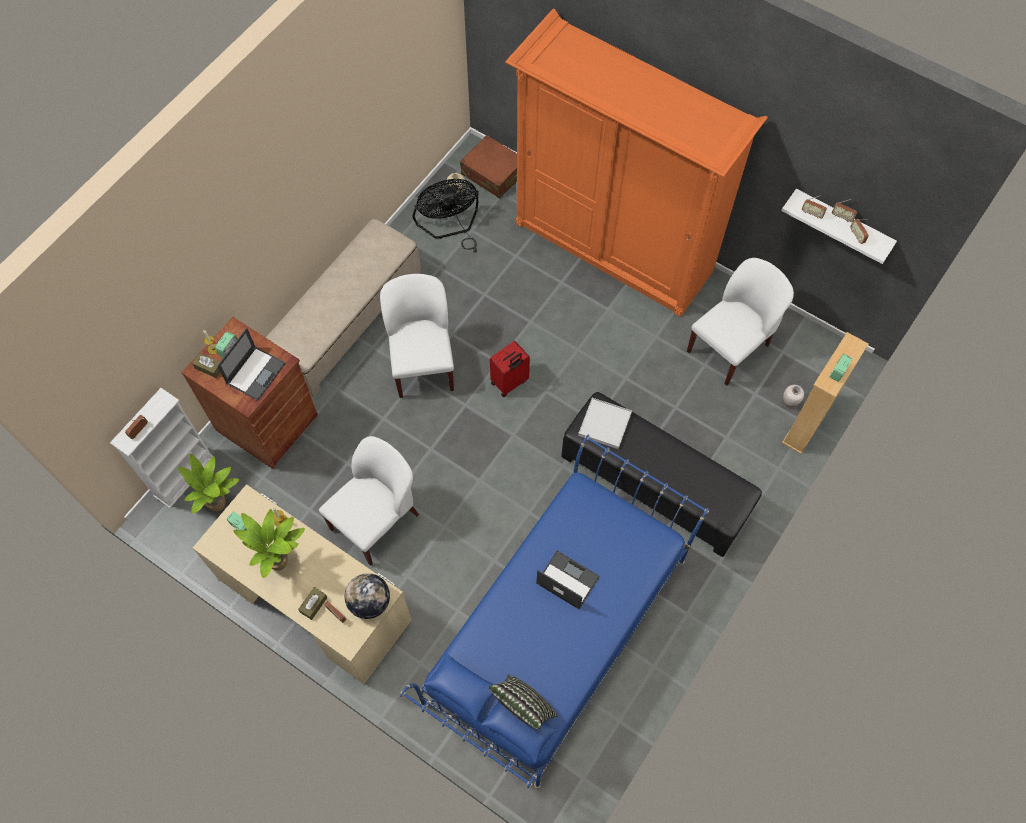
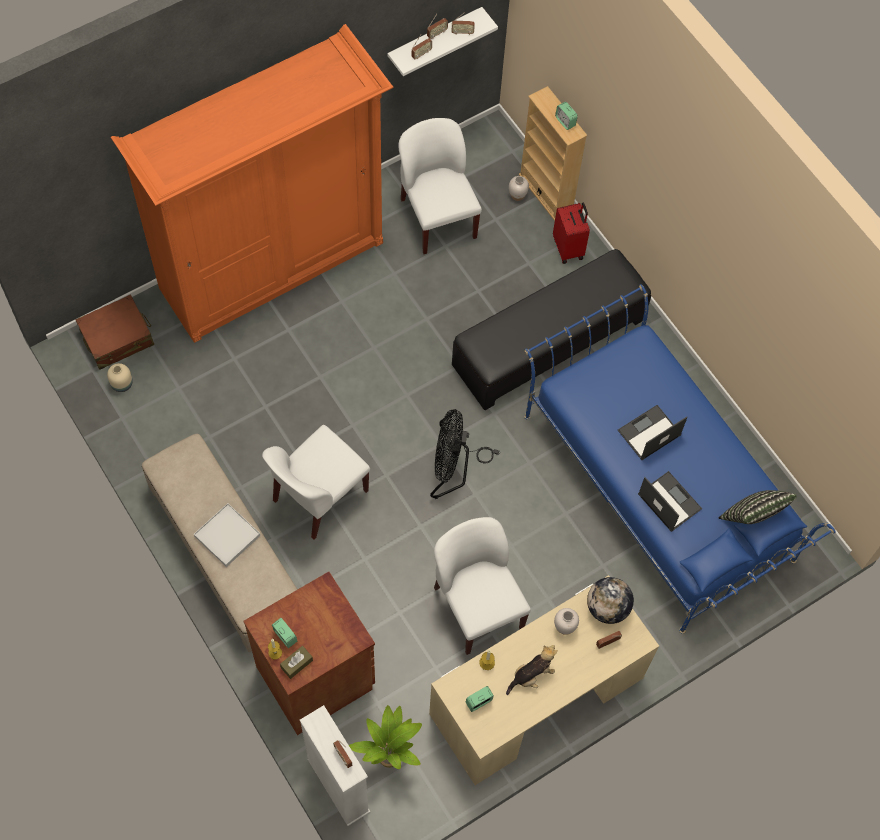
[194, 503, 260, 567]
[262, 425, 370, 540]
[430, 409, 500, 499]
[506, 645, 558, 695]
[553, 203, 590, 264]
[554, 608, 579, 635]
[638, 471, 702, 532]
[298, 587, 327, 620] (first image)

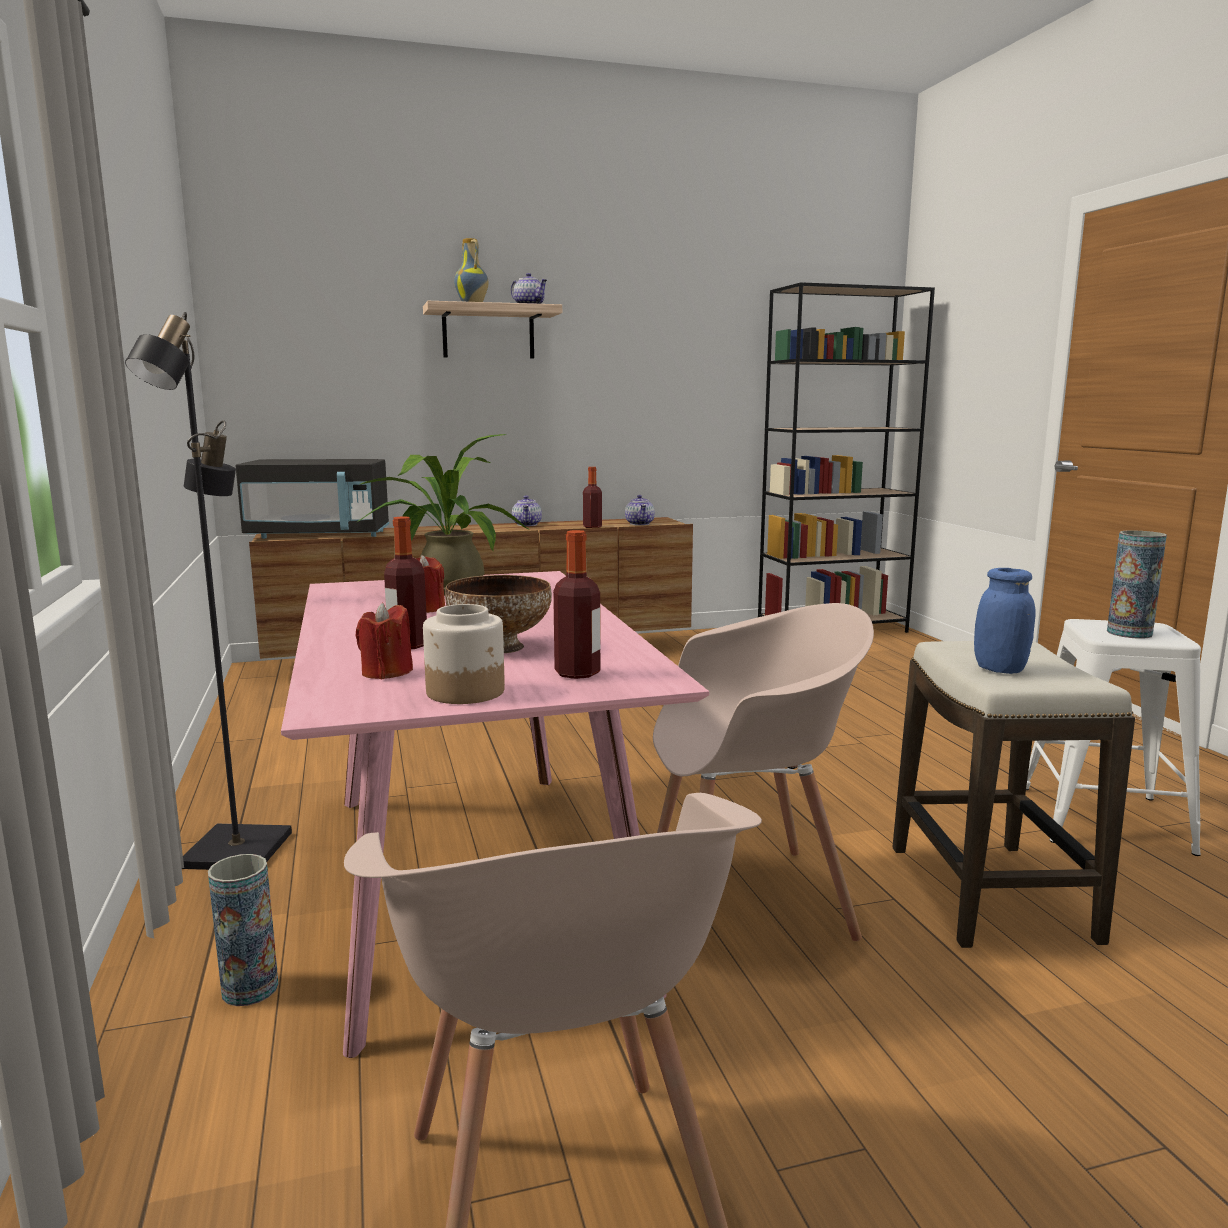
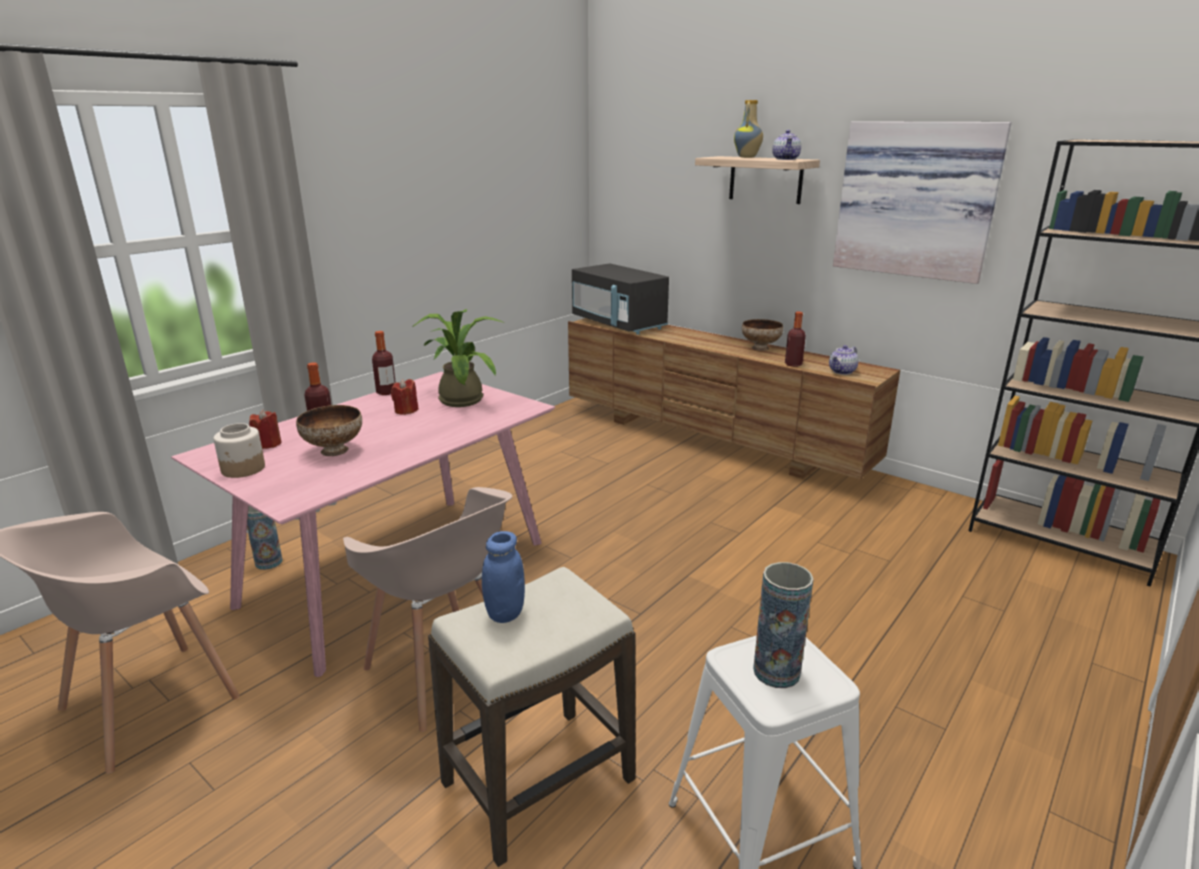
[372, 331, 396, 395]
[742, 319, 783, 351]
[833, 121, 1012, 284]
[125, 312, 292, 870] (first image)

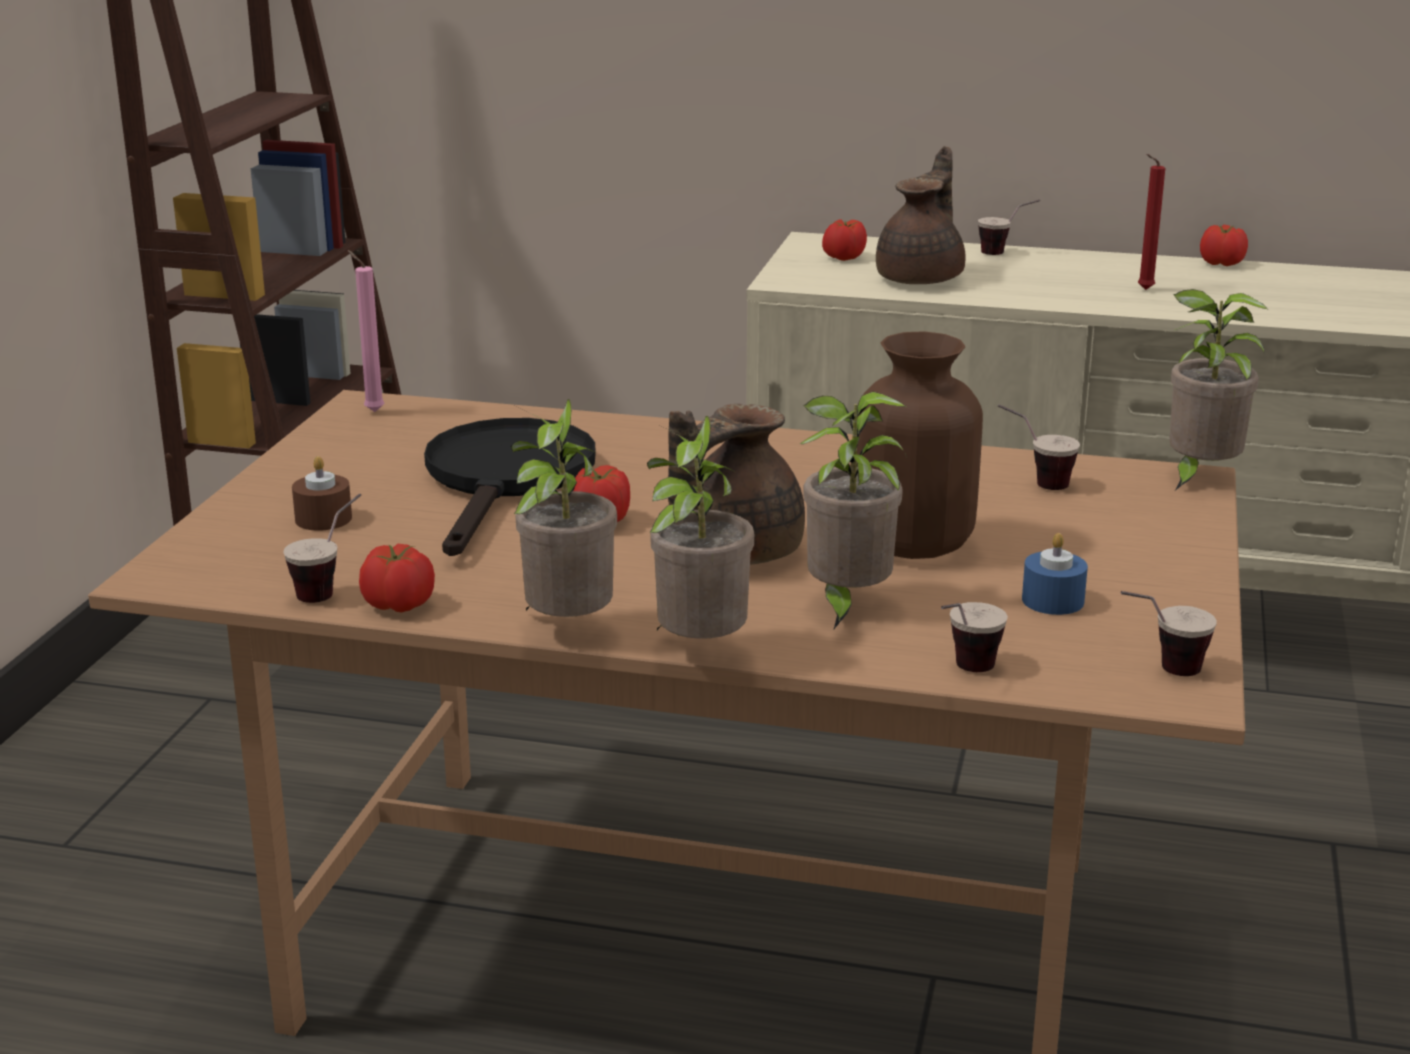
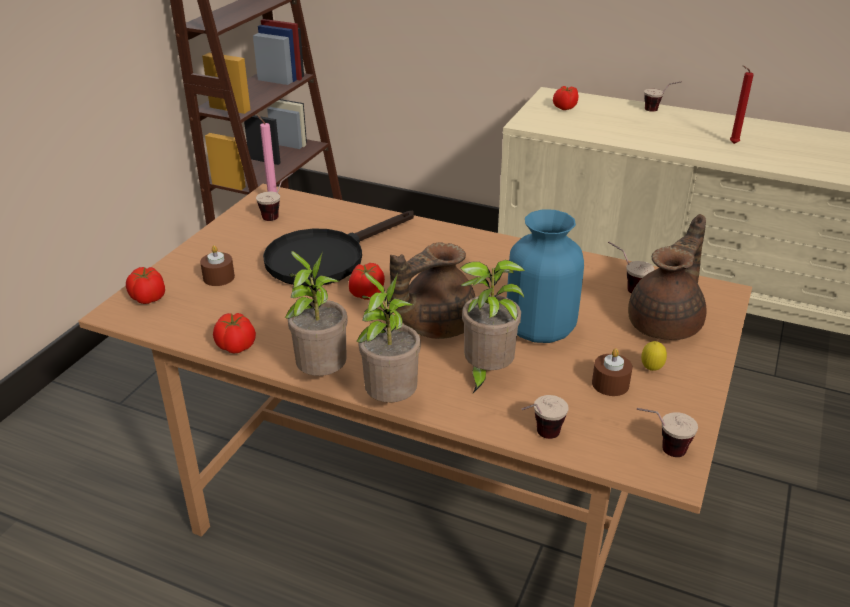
[126, 267, 165, 304]
[256, 172, 293, 221]
[263, 211, 414, 286]
[507, 209, 584, 343]
[592, 348, 633, 396]
[628, 214, 706, 340]
[641, 341, 667, 371]
[1169, 289, 1268, 491] (first image)

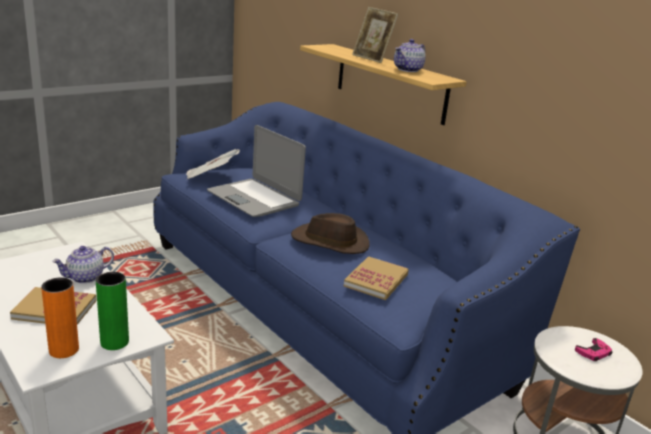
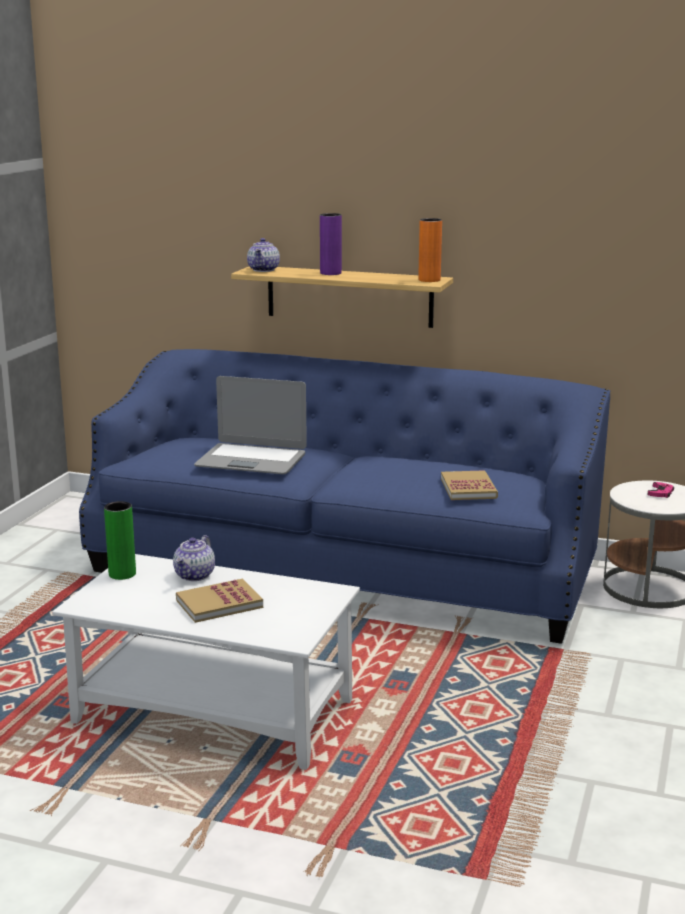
[104, 501, 136, 580]
[247, 238, 280, 272]
[320, 213, 342, 275]
[418, 218, 442, 282]
[186, 149, 240, 180] (first image)
[291, 213, 370, 254] (first image)

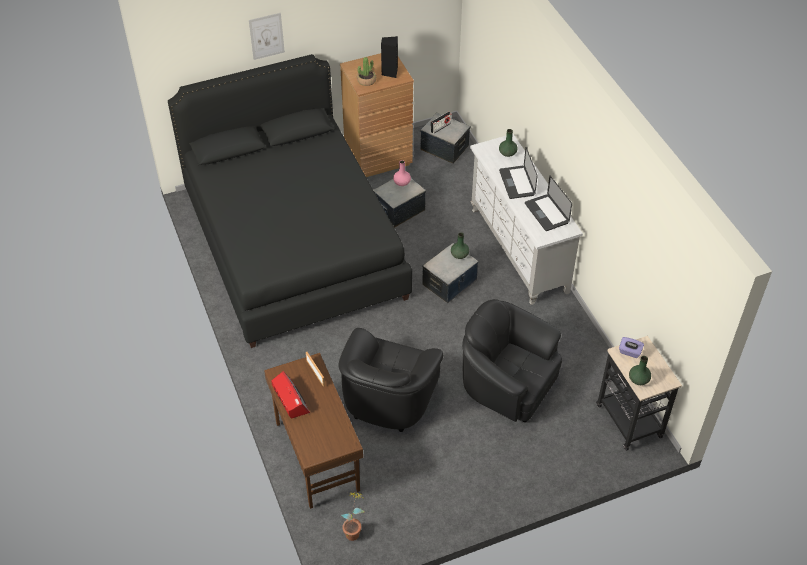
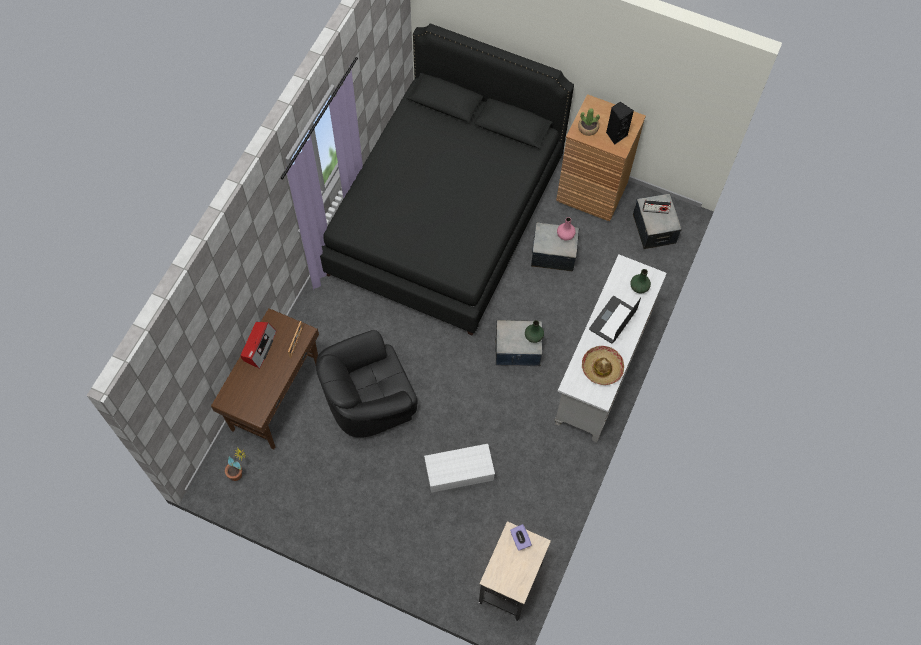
[424, 444, 495, 493]
[582, 346, 624, 385]
[249, 13, 285, 60] (first image)
[629, 356, 651, 385] (first image)

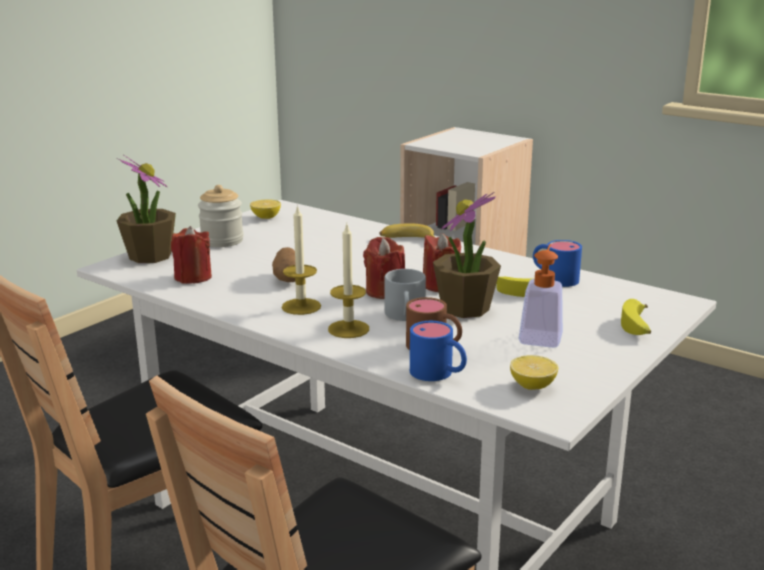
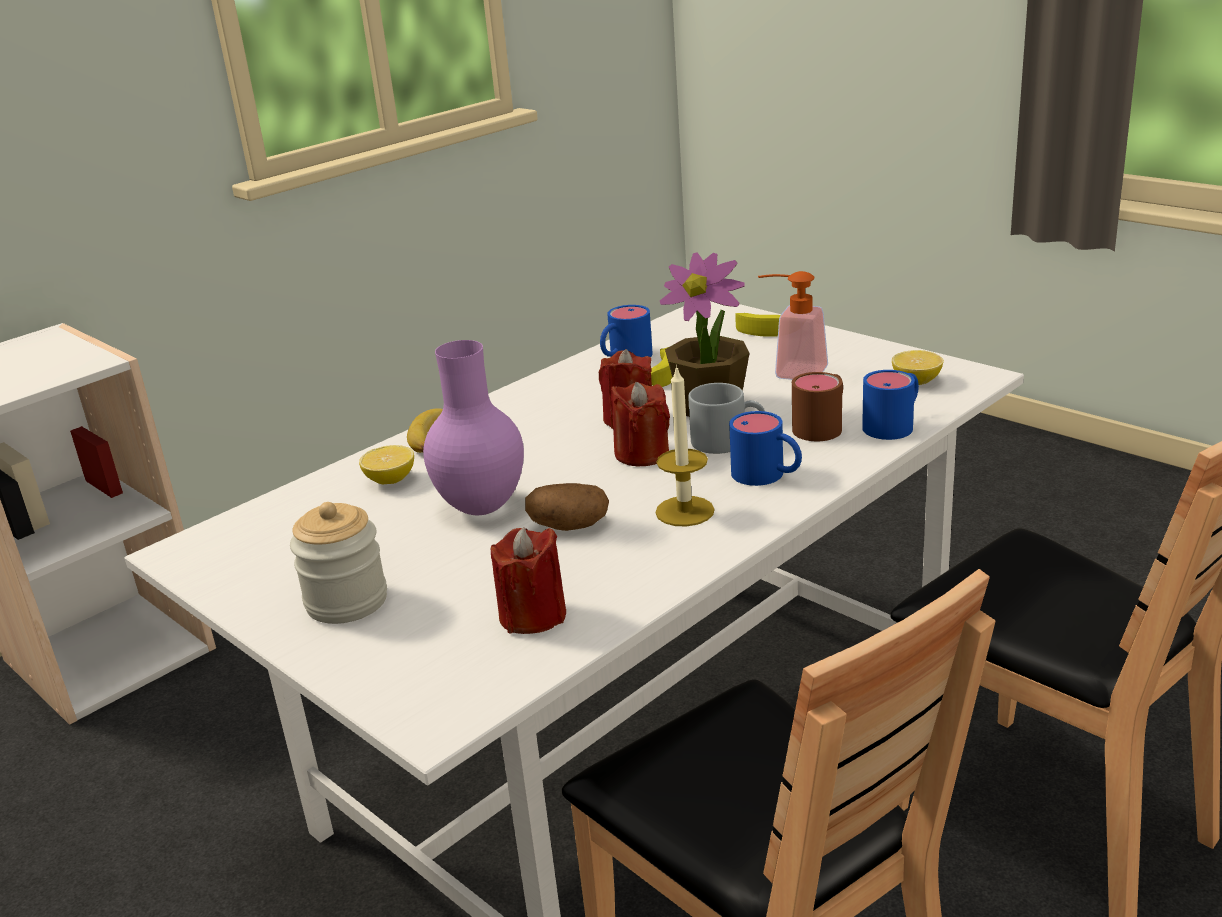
[359, 445, 414, 484]
[423, 340, 524, 515]
[729, 411, 802, 486]
[116, 155, 176, 263] (first image)

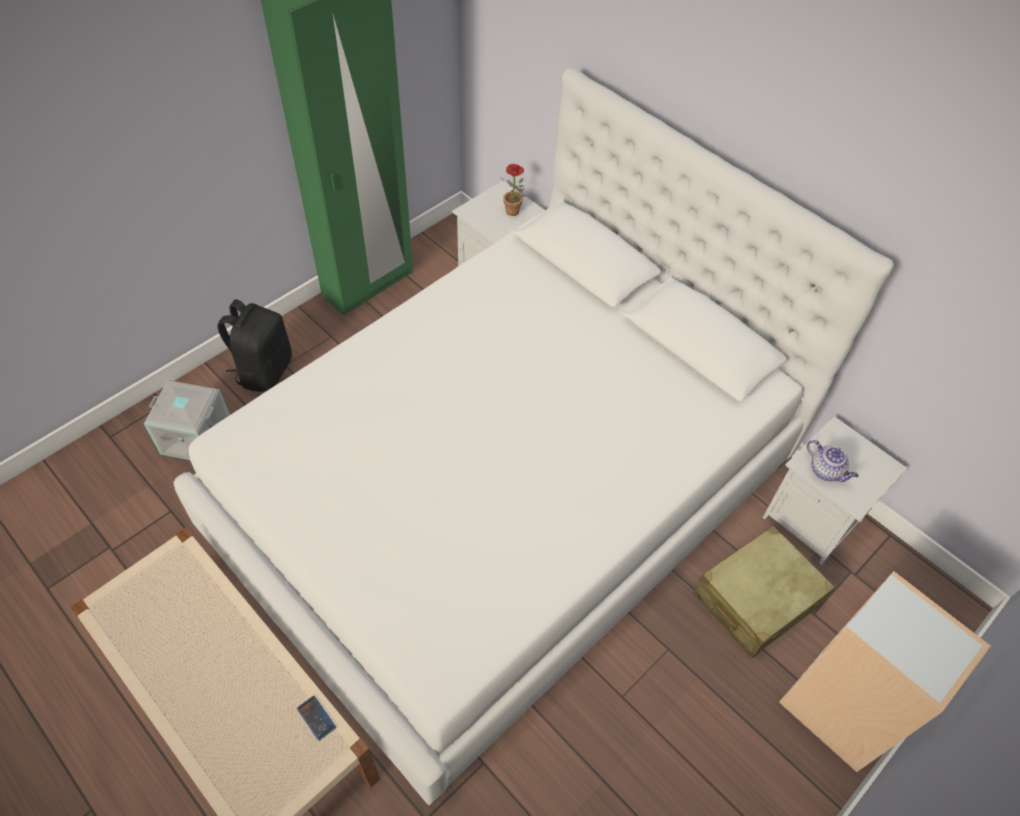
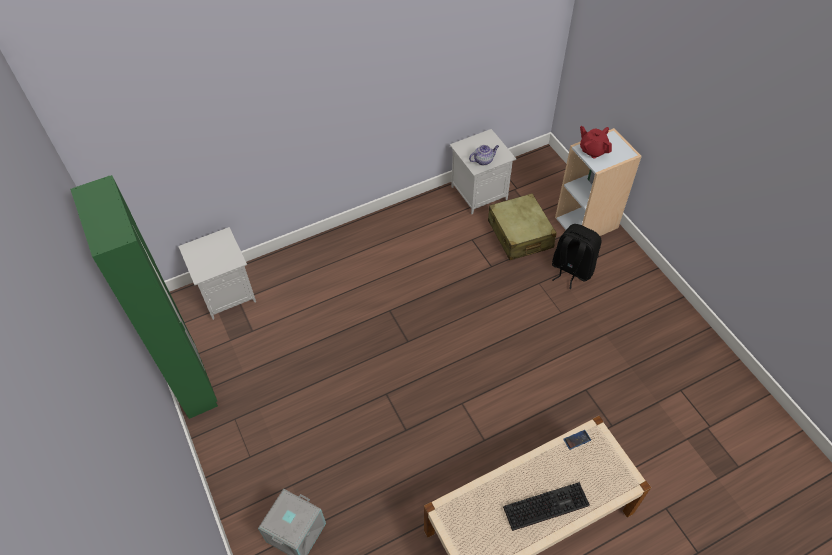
[503, 482, 590, 531]
[552, 224, 602, 289]
[580, 126, 612, 159]
[173, 68, 894, 805] (first image)
[501, 164, 525, 216] (first image)

